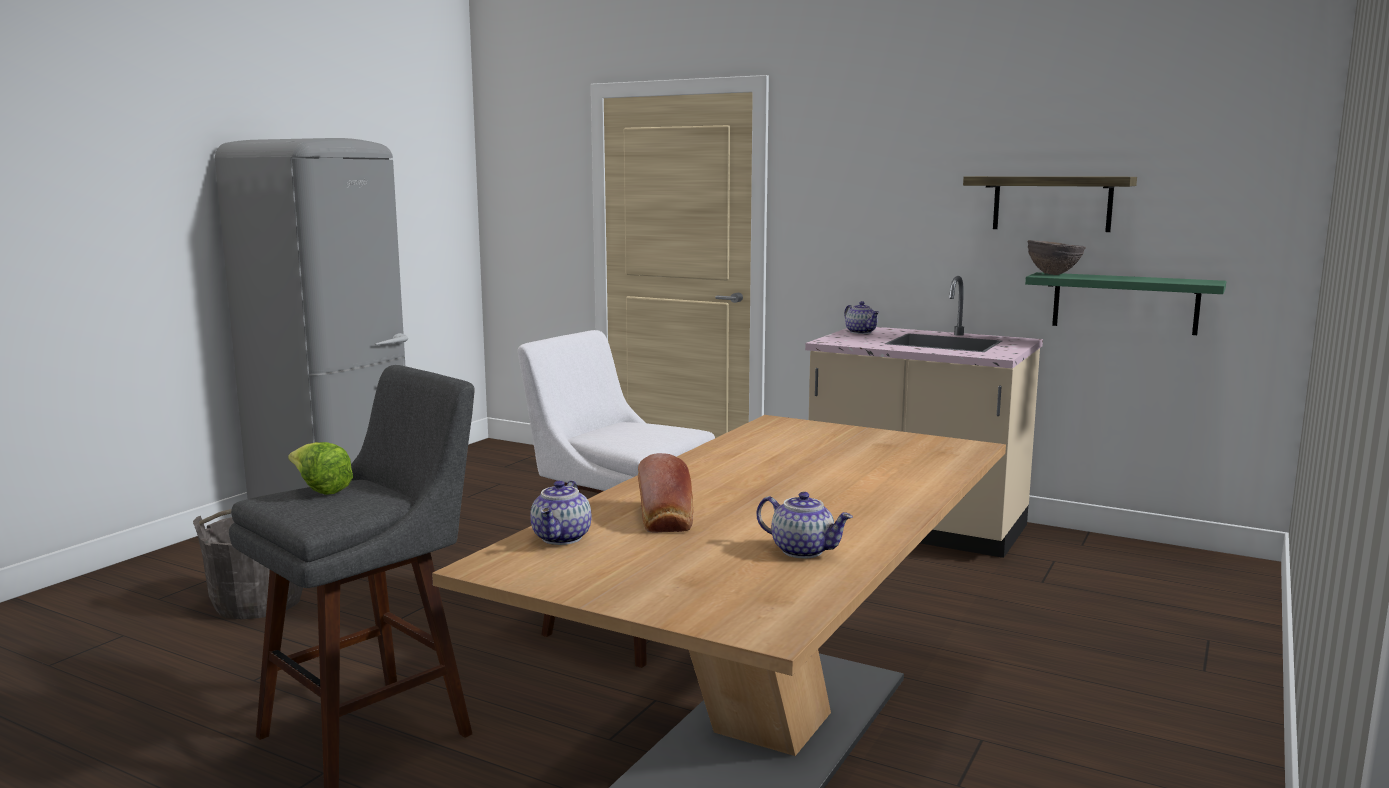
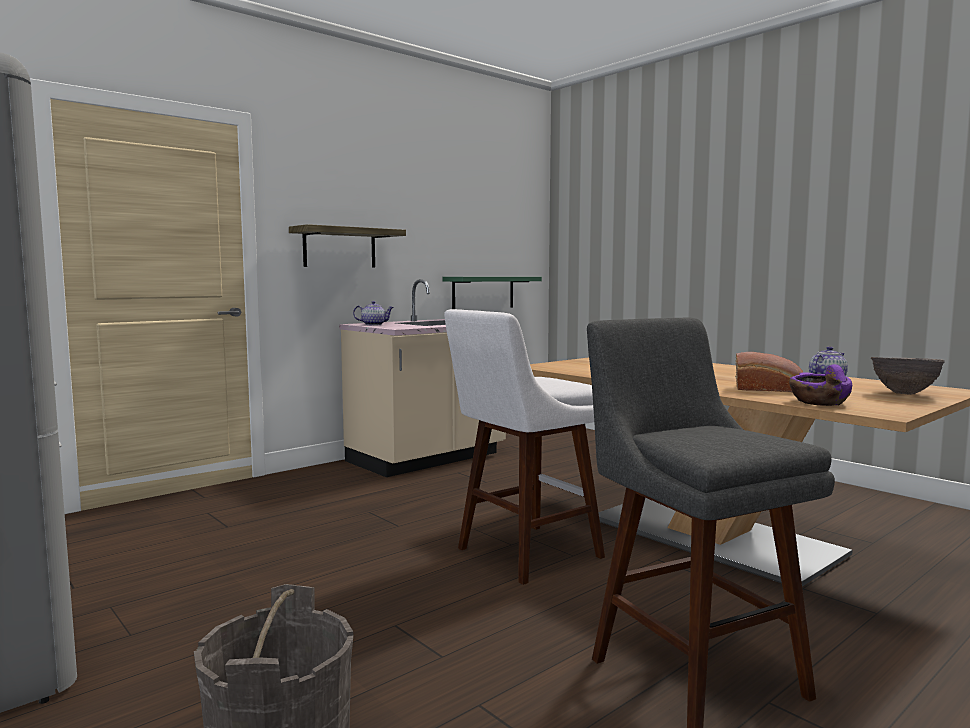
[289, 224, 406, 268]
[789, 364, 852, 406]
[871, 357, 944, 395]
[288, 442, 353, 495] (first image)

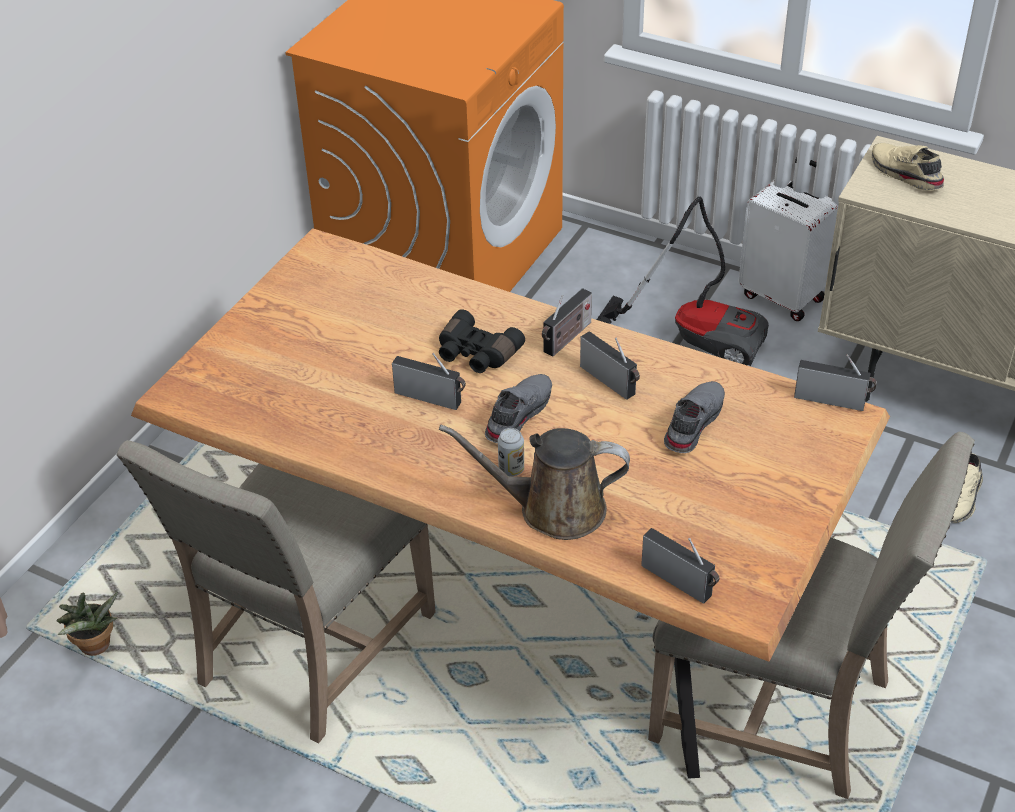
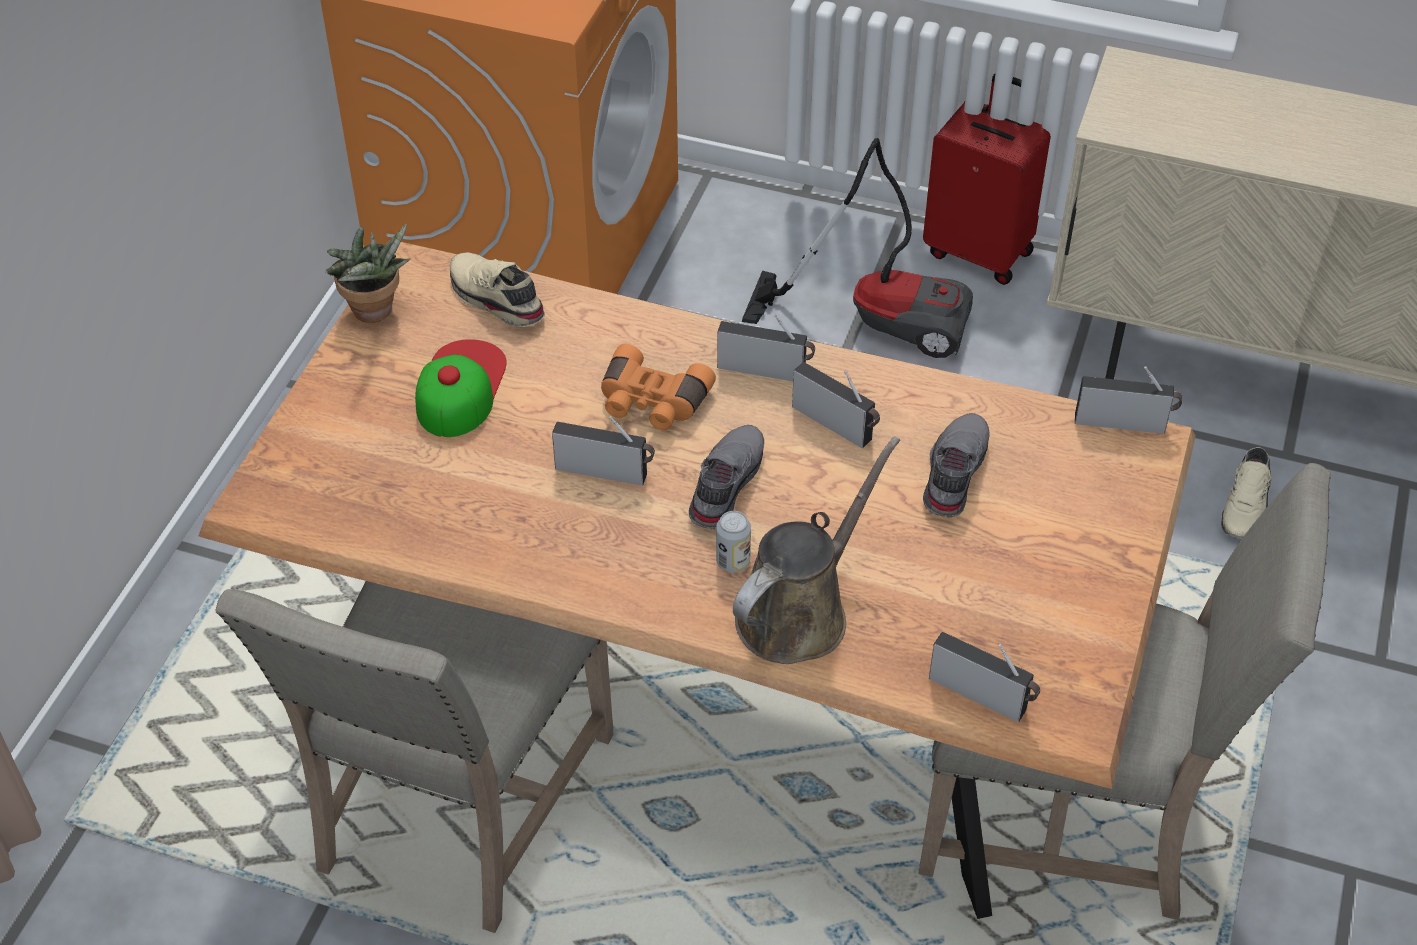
[326, 223, 410, 323]
[415, 339, 506, 437]
[450, 252, 545, 327]
[601, 344, 716, 430]
[717, 314, 815, 381]
[733, 436, 900, 664]
[923, 74, 1051, 285]

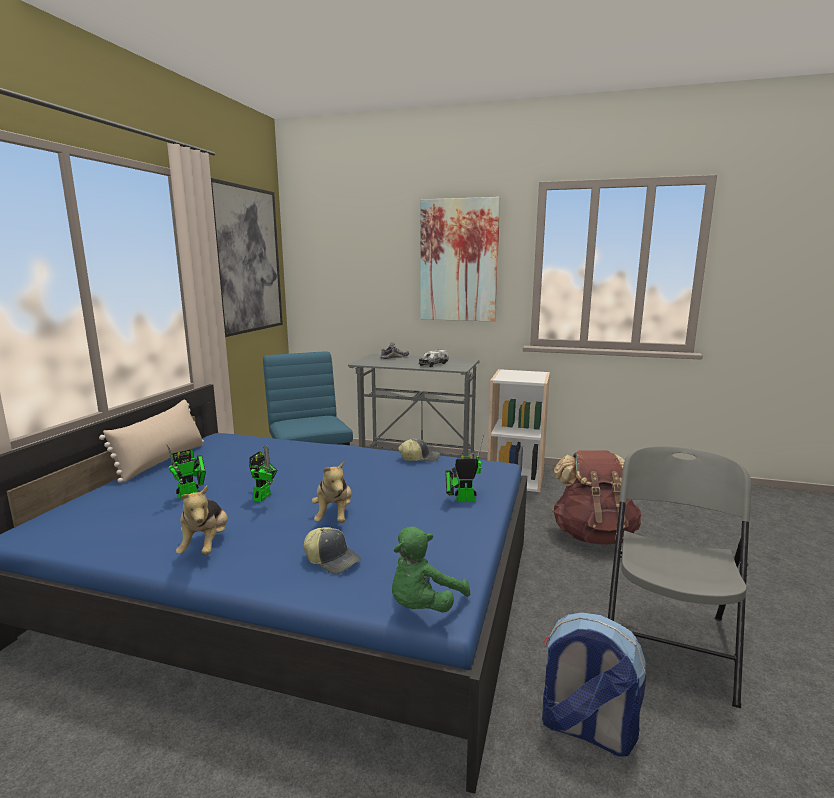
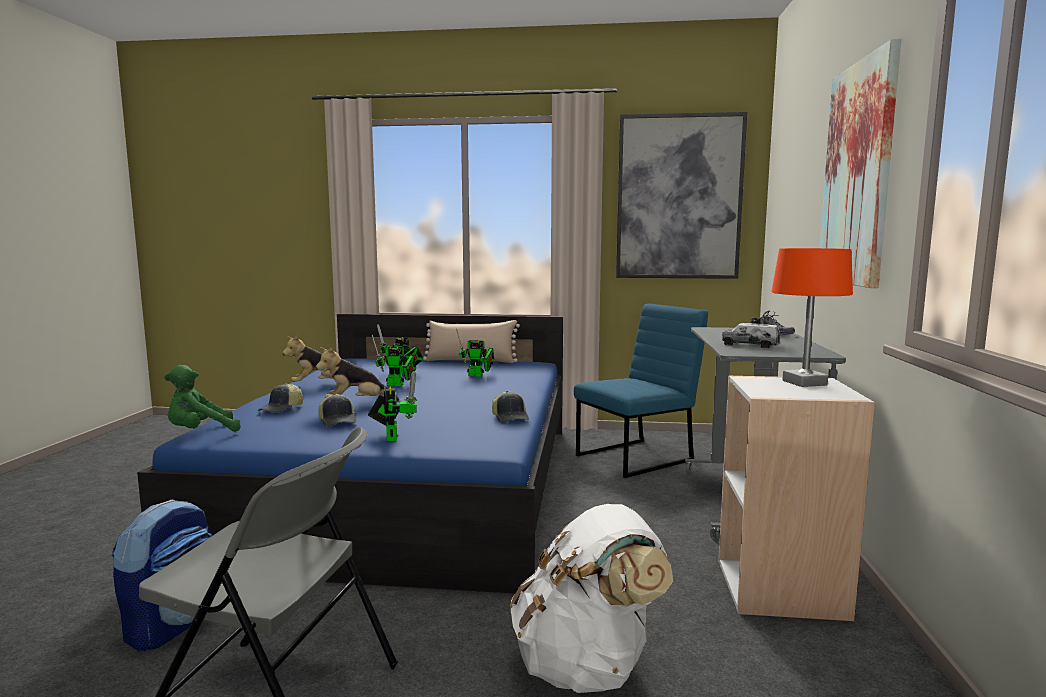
[164, 365, 241, 432]
[318, 394, 356, 427]
[456, 328, 494, 376]
[510, 504, 673, 693]
[771, 248, 853, 387]

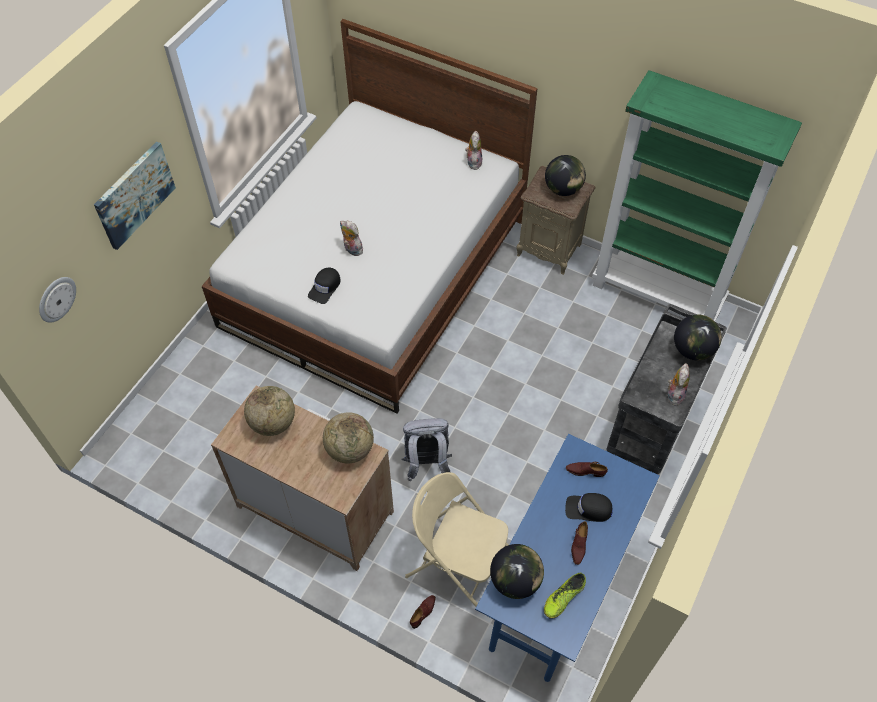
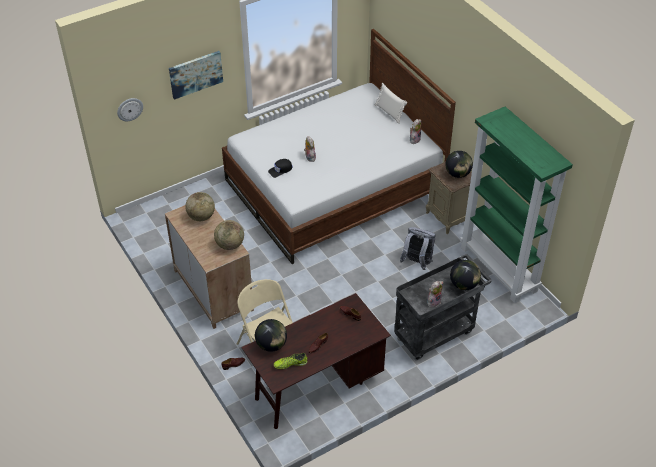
[241, 293, 391, 429]
[374, 83, 407, 124]
[400, 227, 436, 270]
[565, 493, 613, 522] (first image)

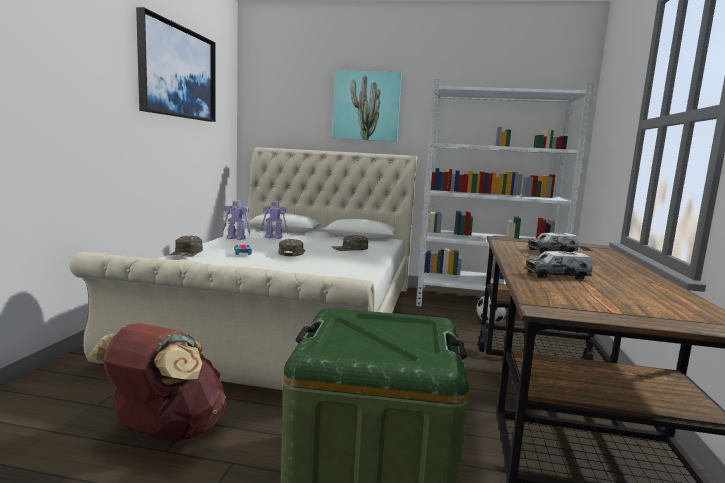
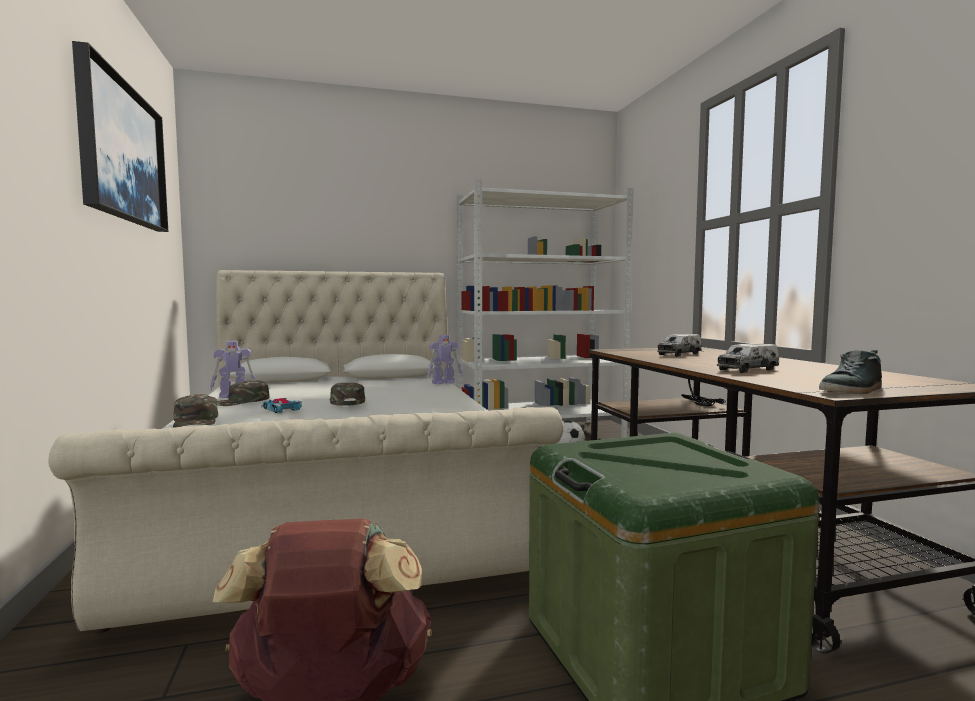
[217, 380, 269, 406]
[428, 335, 462, 384]
[819, 350, 882, 394]
[332, 70, 402, 142] (first image)

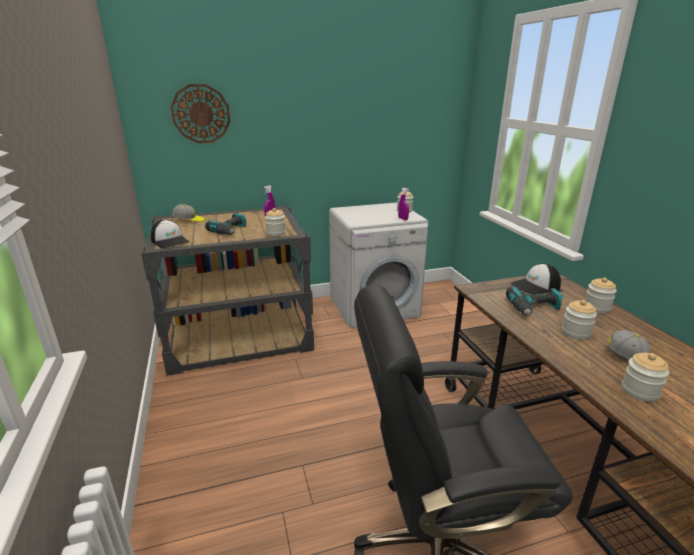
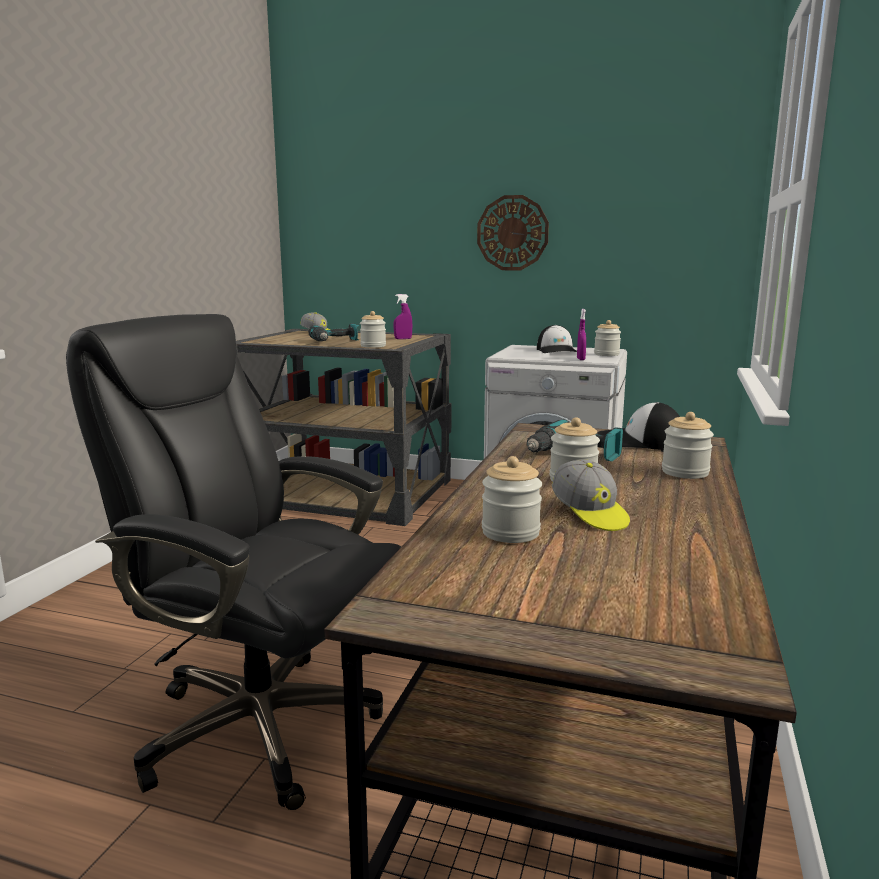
[477, 195, 549, 270]
[537, 325, 577, 353]

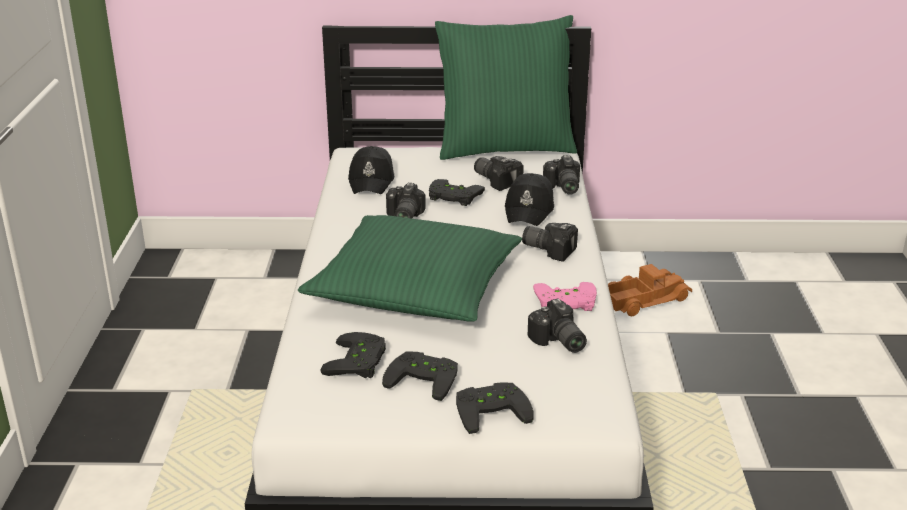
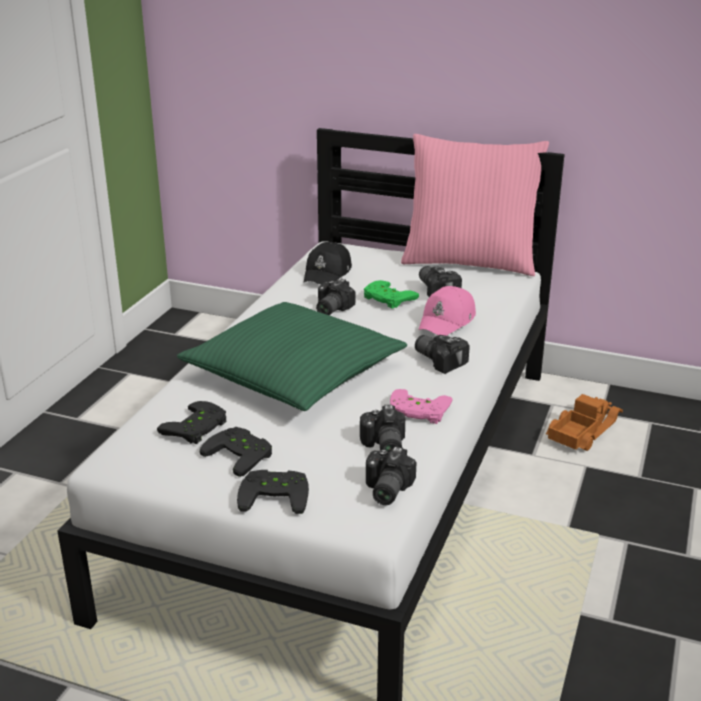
[364, 280, 419, 309]
[366, 446, 416, 505]
[401, 134, 549, 276]
[418, 286, 476, 336]
[546, 394, 623, 451]

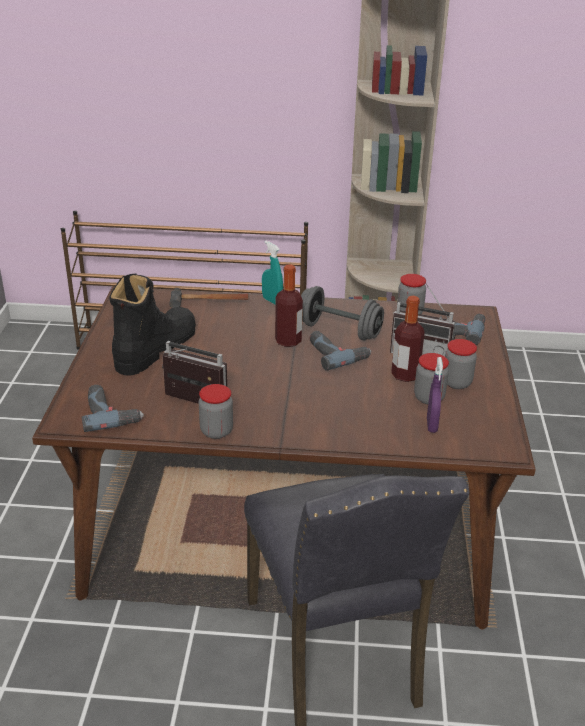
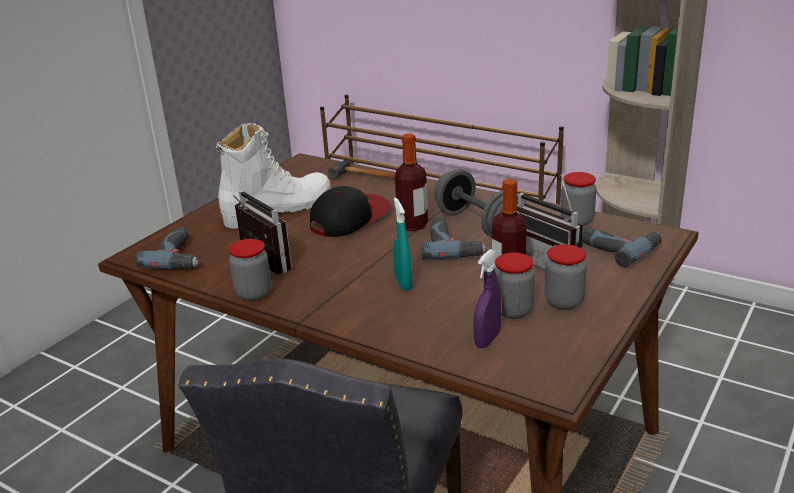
[216, 123, 331, 229]
[310, 186, 391, 237]
[393, 198, 412, 291]

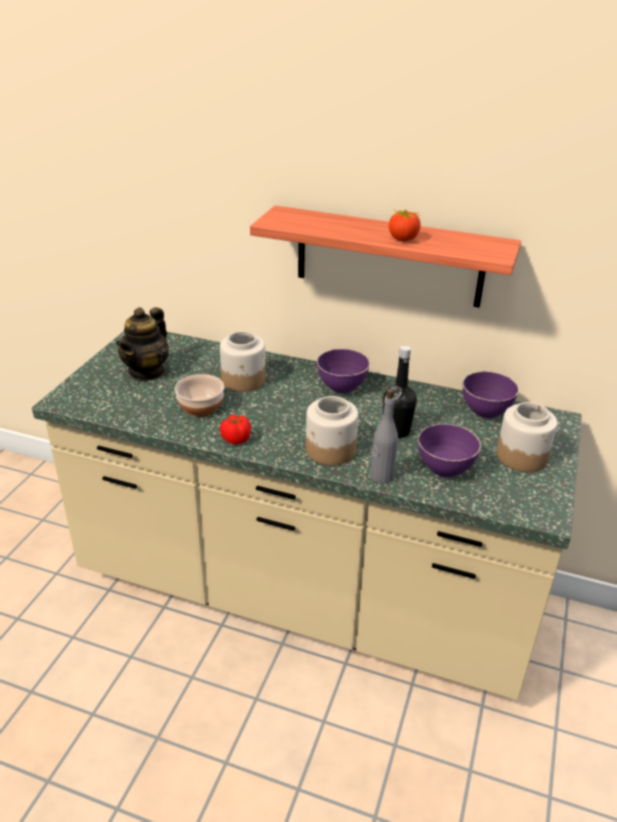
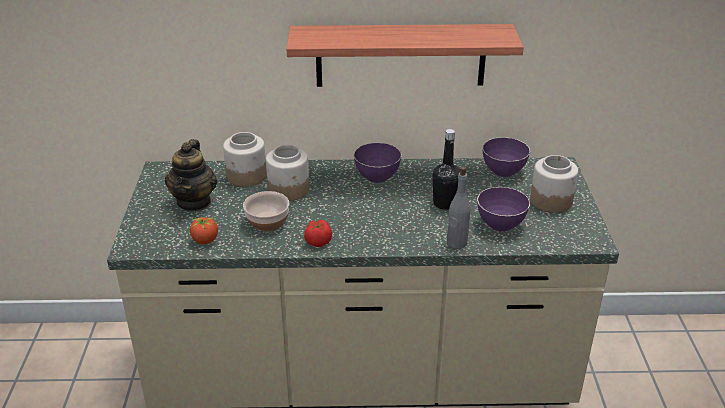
[190, 217, 218, 244]
[223, 132, 267, 187]

